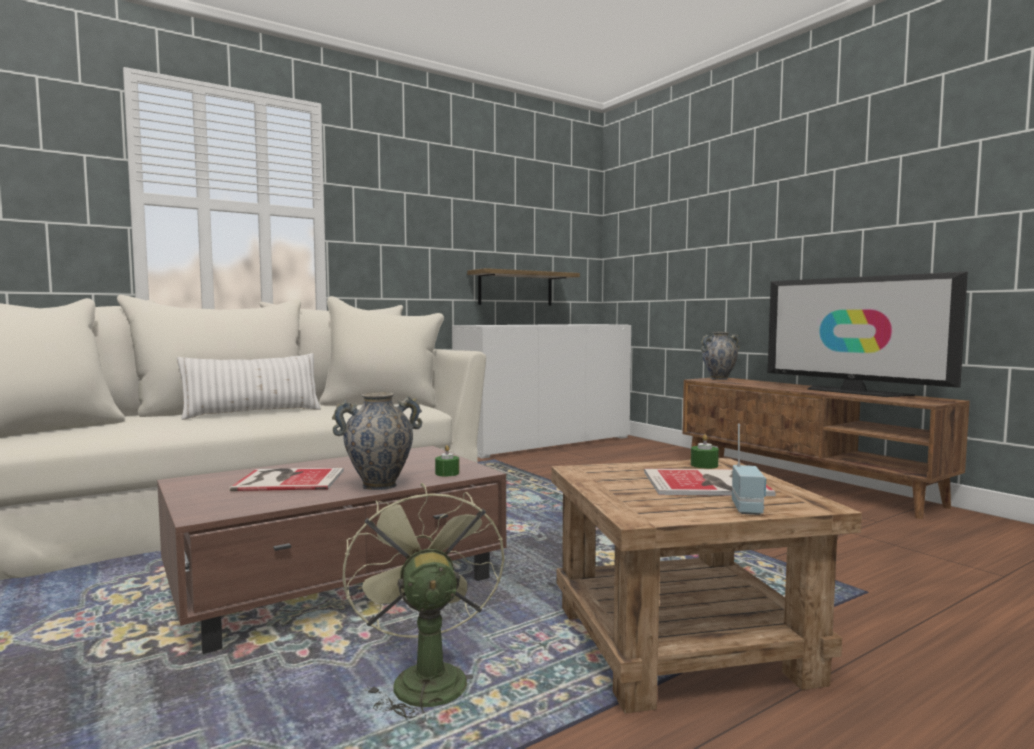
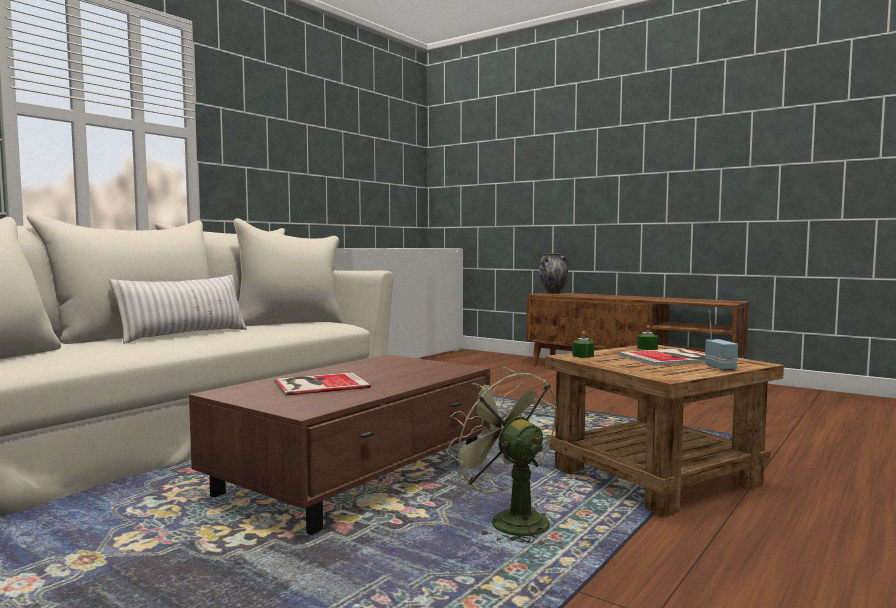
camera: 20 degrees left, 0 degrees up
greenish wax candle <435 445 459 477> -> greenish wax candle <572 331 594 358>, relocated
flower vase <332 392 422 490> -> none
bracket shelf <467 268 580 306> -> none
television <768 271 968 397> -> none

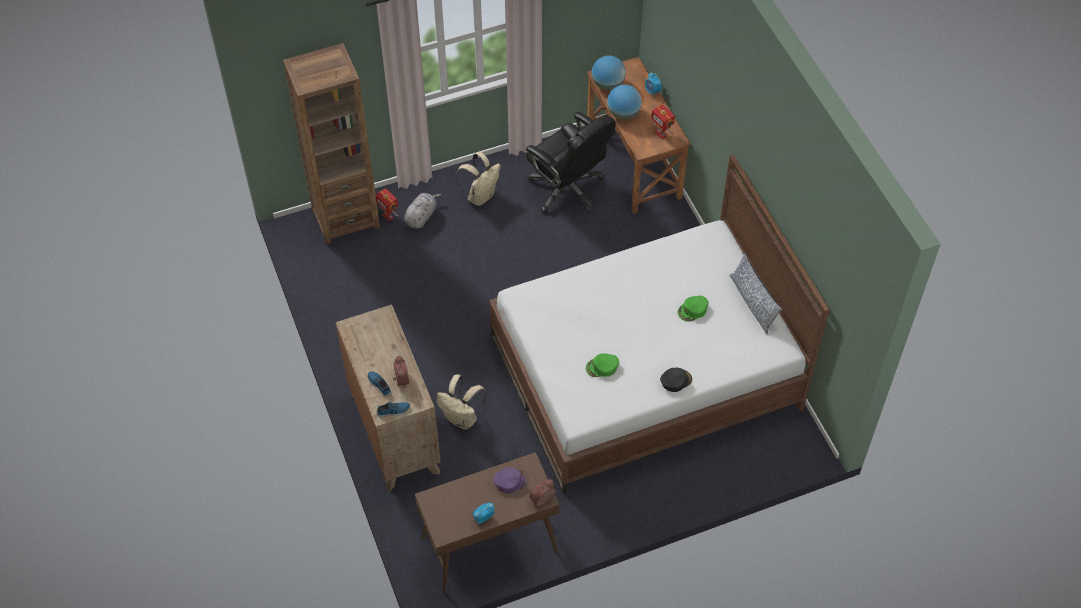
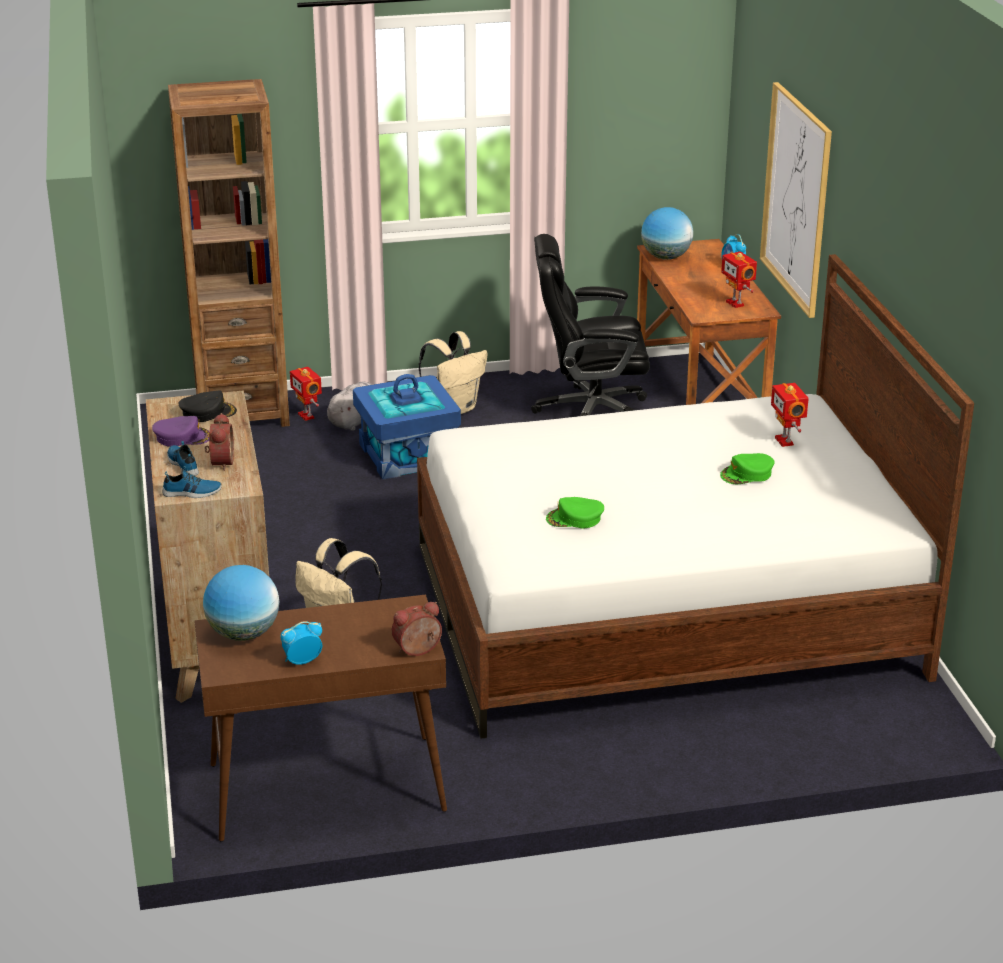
camera: 10 degrees right, 25 degrees down
purple baseball cap <493 467 529 493> -> purple baseball cap <152 416 210 447>, relocated
black baseball cap <660 368 692 392> -> black baseball cap <179 391 237 422>, relocated
desk globe <607 85 642 120> -> desk globe <203 565 279 641>, relocated
none -> blue-coloured storage box <353 374 461 480>
black office chair <526 112 616 213> -> black office chair <531 234 650 416>, 120 degrees clockwise
none -> picture <760 82 832 318>
none -> toy robot <771 383 809 447>
throw pillow <729 253 782 334> -> none

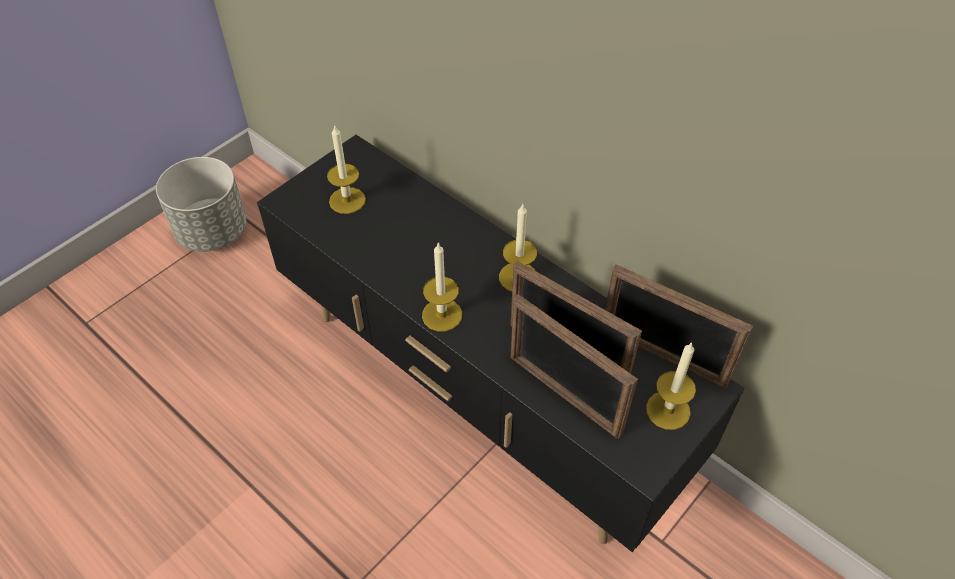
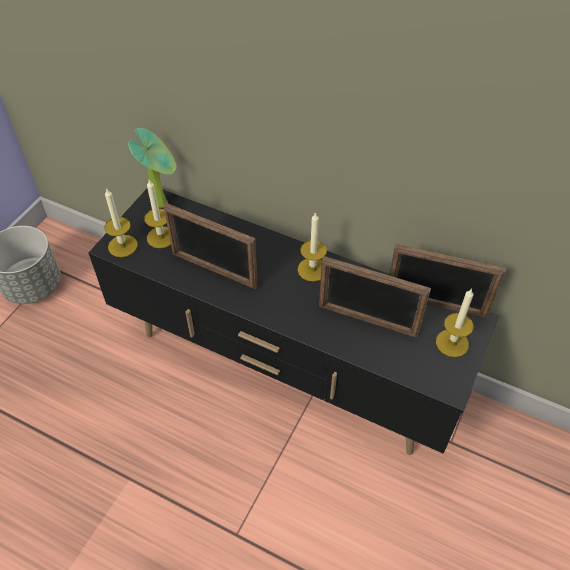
camera: 15 degrees left, 0 degrees up
wax candle <422 243 462 331> -> wax candle <104 189 138 257>, relocated
none -> plant in a pot <128 128 177 208>
picture frame <511 294 638 439> -> picture frame <163 203 258 289>, relocated

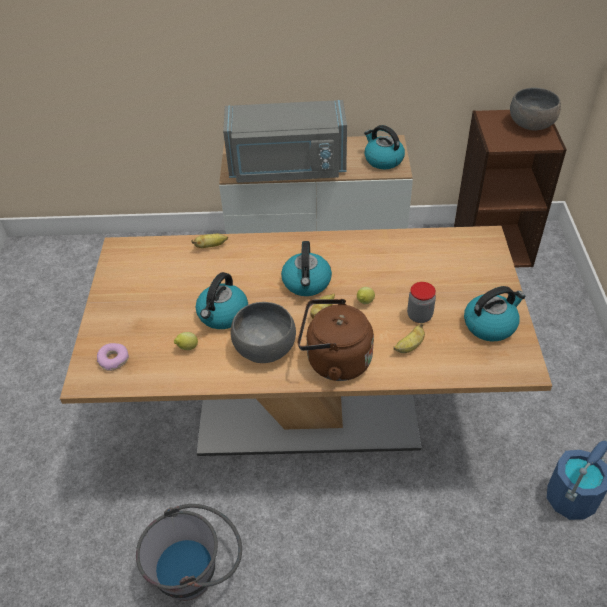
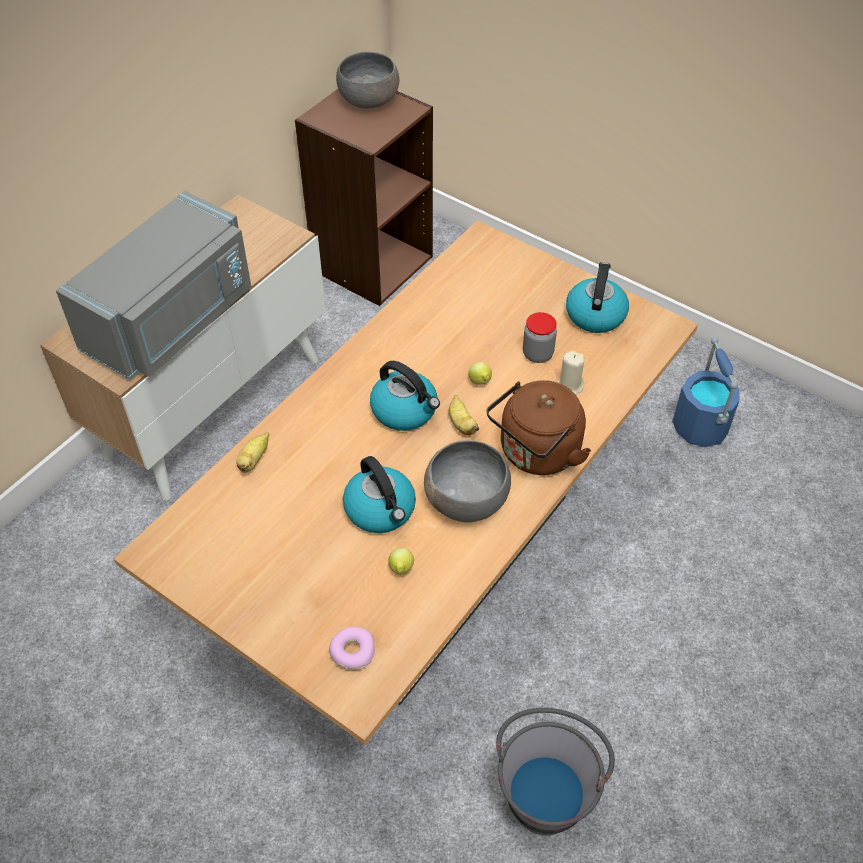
camera: 55 degrees left, 5 degrees up
banana <394 323 425 353> -> beige wax candle <557 351 584 396>
kettle <364 125 405 169> -> none

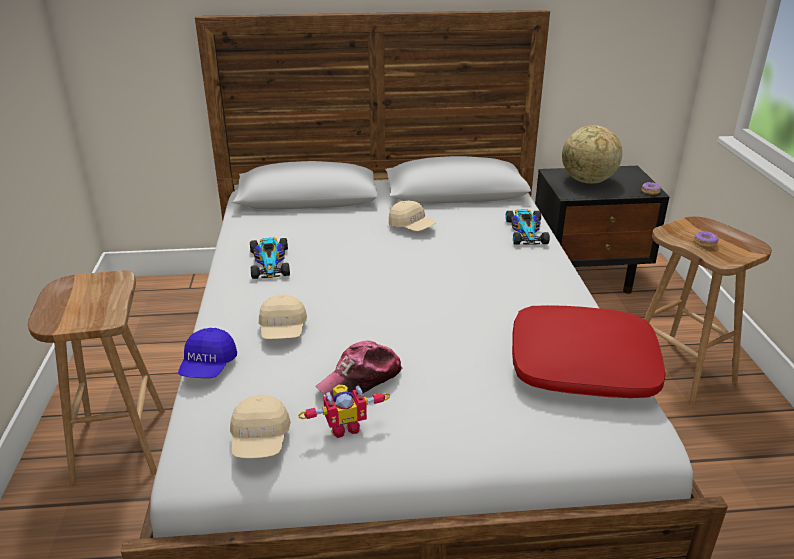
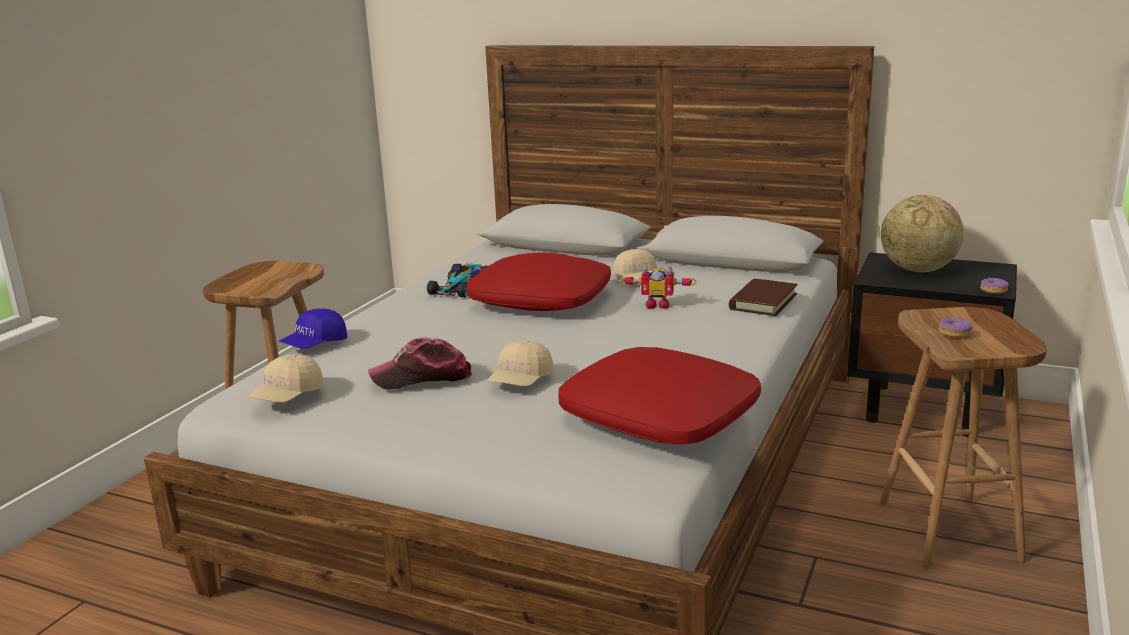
camera: 30 degrees right, 10 degrees down
none -> red throw pillow <466 252 611 311>
beige baseball cap <259 294 307 339> -> beige baseball cap <489 340 554 387>, relocated
toy robot <298 385 390 438> -> toy robot <619 266 696 309>, relocated
model car <506 210 550 245> -> brown-coloured bound book <729 279 798 316>

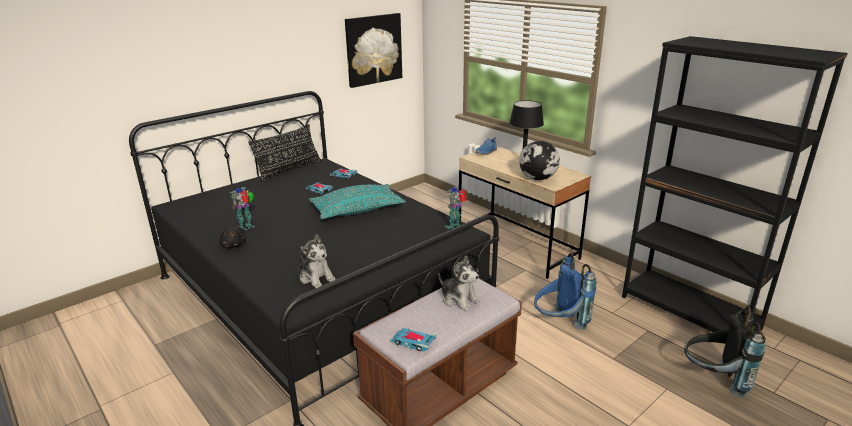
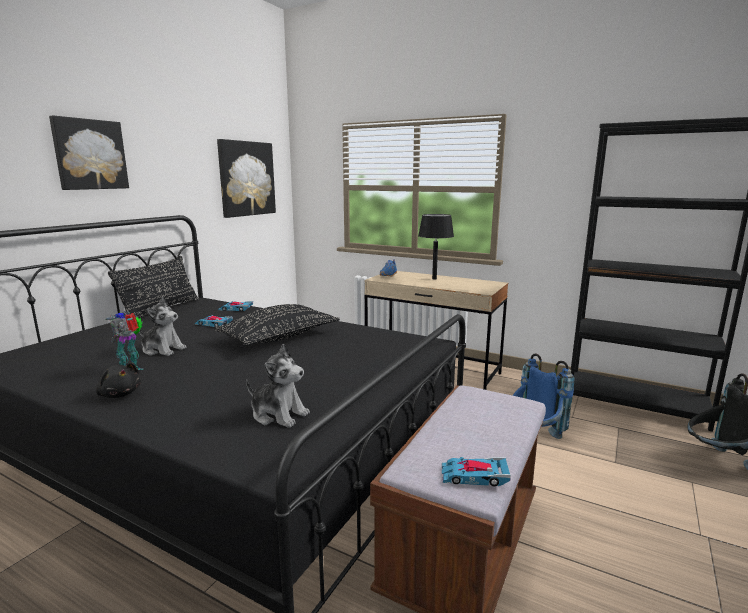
camera: 20 degrees left, 10 degrees down
none -> picture <49 115 129 190>
cuddly toy <438 256 481 311> -> cuddly toy <139 296 186 356>, relocated
blue-green throw pillow <309 184 406 219> -> black throw pillow <214 304 340 346>
toy robot <445 186 467 230> -> none
desk globe <519 141 560 180> -> none

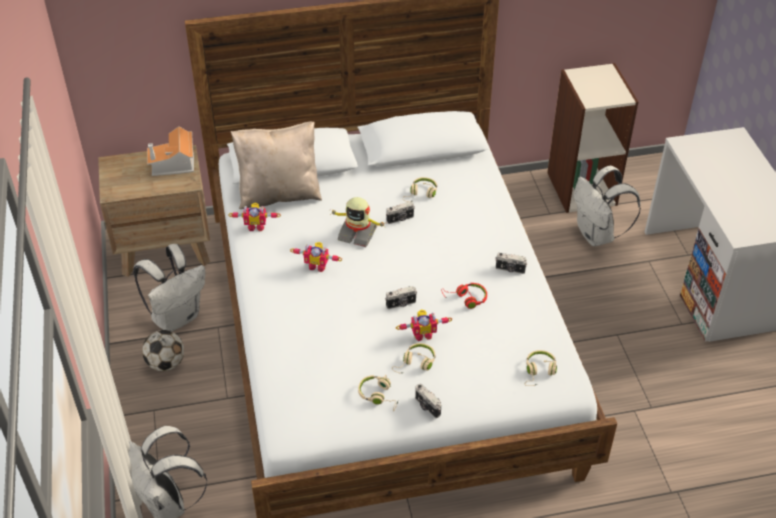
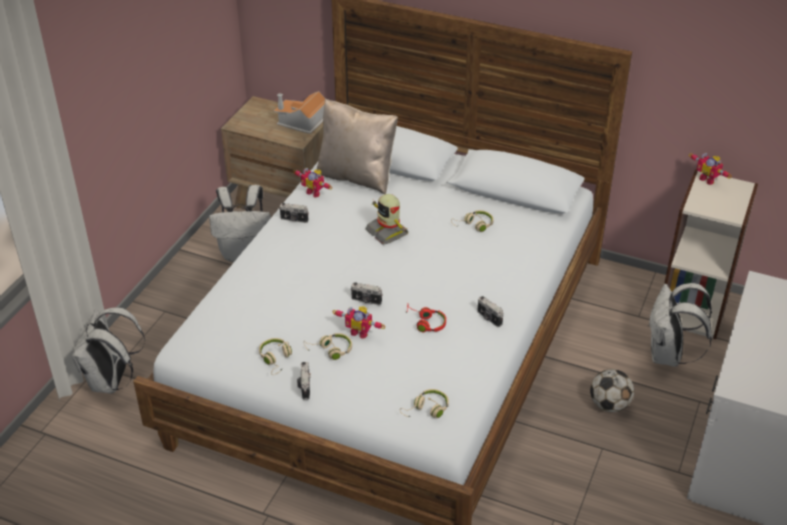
camera: 35 degrees right, 5 degrees down
photo camera <386 201 415 224> -> photo camera <279 203 309 223>, relocated
ball for football <142 330 184 371> -> ball for football <590 369 634 412>, relocated
toy robot <290 242 342 272> -> toy robot <689 153 732 185>, relocated

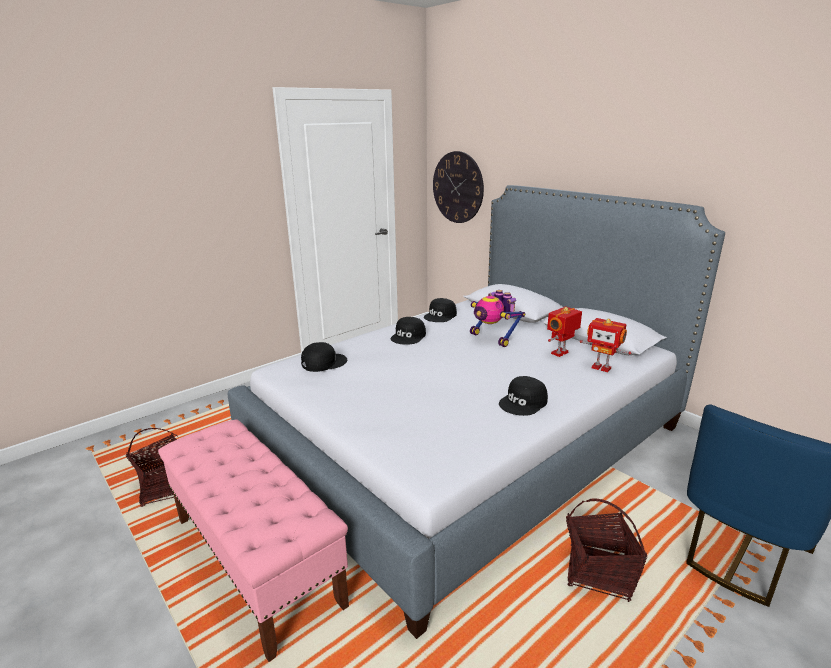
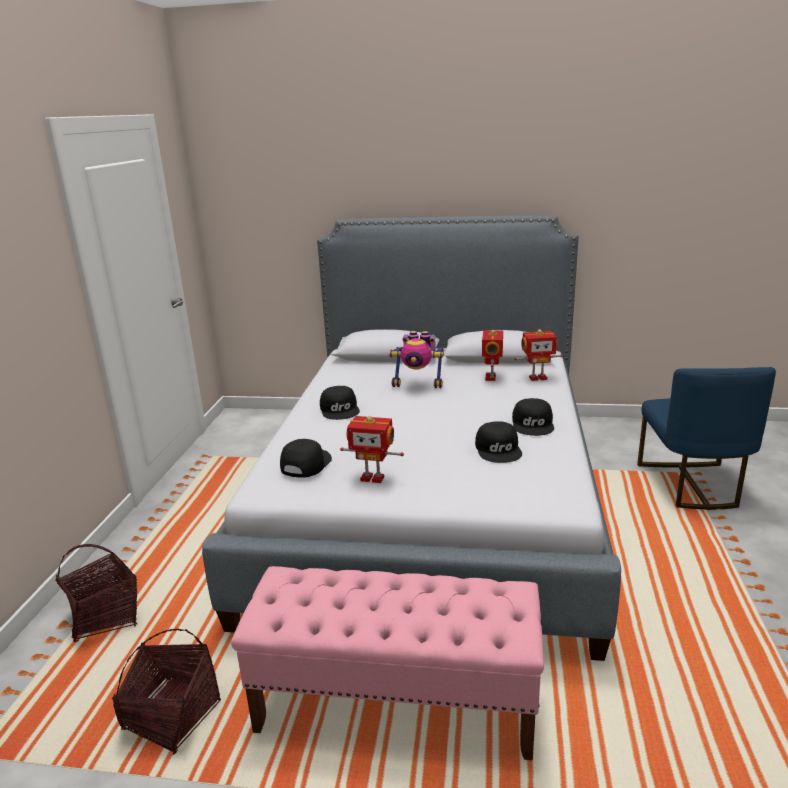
camera: 40 degrees left, 0 degrees up
basket <566 499 647 602> -> basket <55 544 137 642>, relocated
none -> toy robot <340 416 404 483>
black baseball cap <424 298 457 322> -> black baseball cap <475 421 522 463>, relocated
clock on the wall <433 151 484 223> -> none

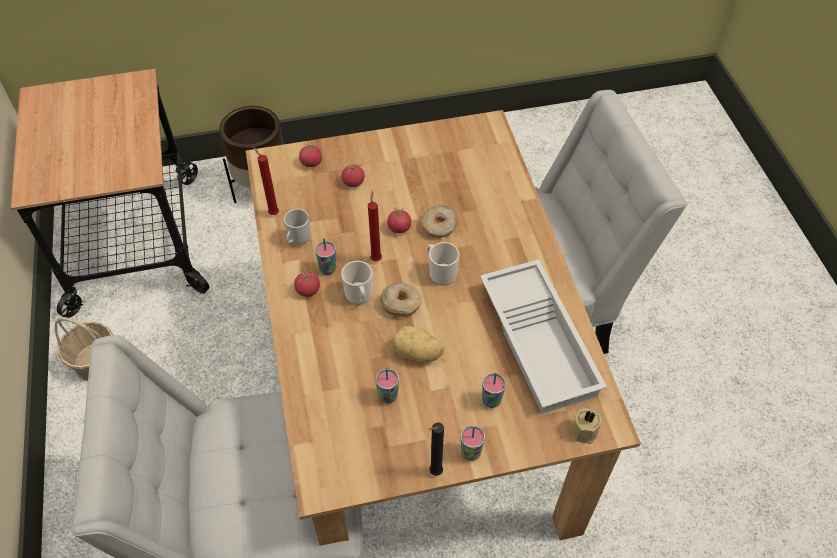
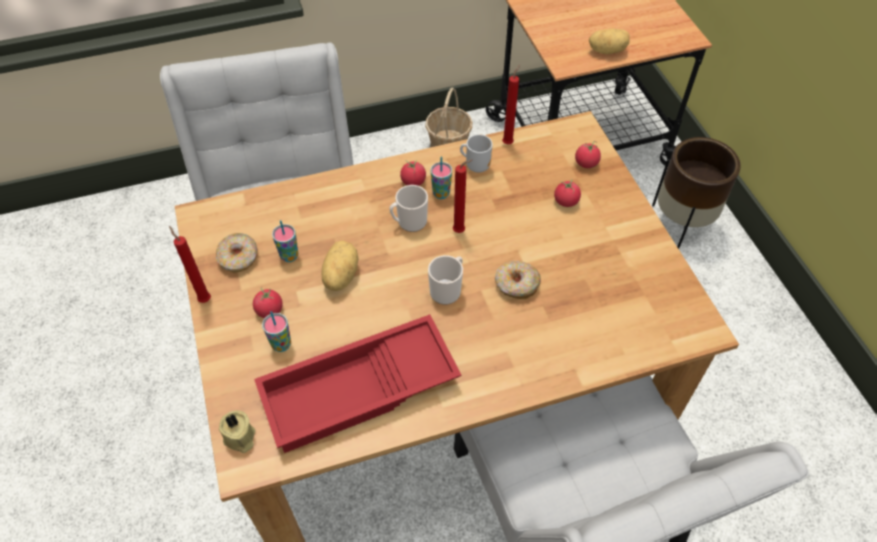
camera: 85 degrees right, 0 degrees up
black wax candle <428 422 444 476> -> red wax candle <169 226 211 303>
ring doughnut <380 283 422 317> -> ring doughnut <216 233 258 273>, relocated
tomato <387 207 411 233> -> tomato <253 286 283 318>, relocated
white-coloured carrying tray <480 259 607 414> -> red carrying tray <254 314 461 453>
none -> whole potato <589 29 630 54>
cup <461 425 485 461> -> none

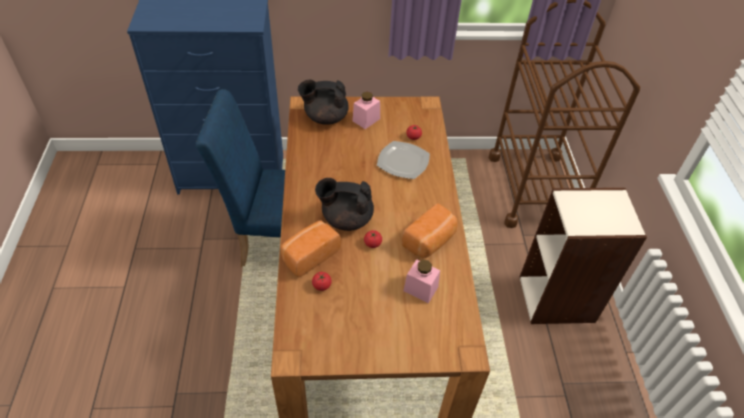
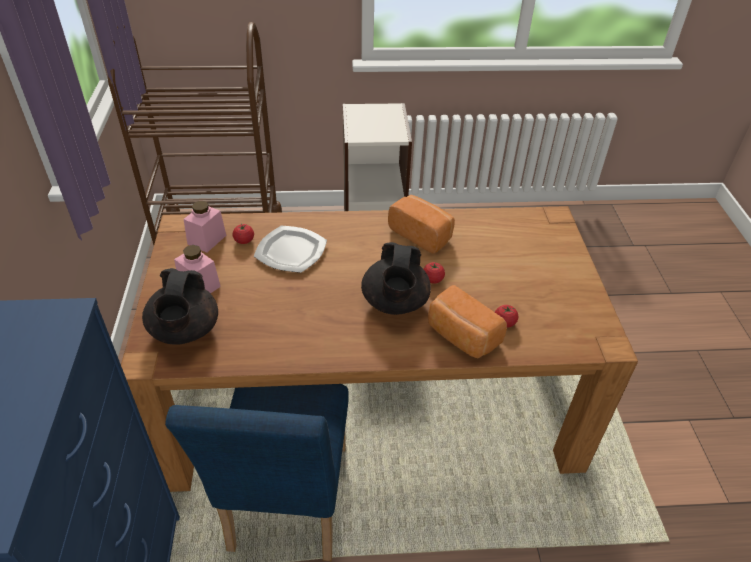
camera: 90 degrees left, 5 degrees down
pinkish jar <403 259 440 303> -> pinkish jar <183 201 226 253>, relocated

